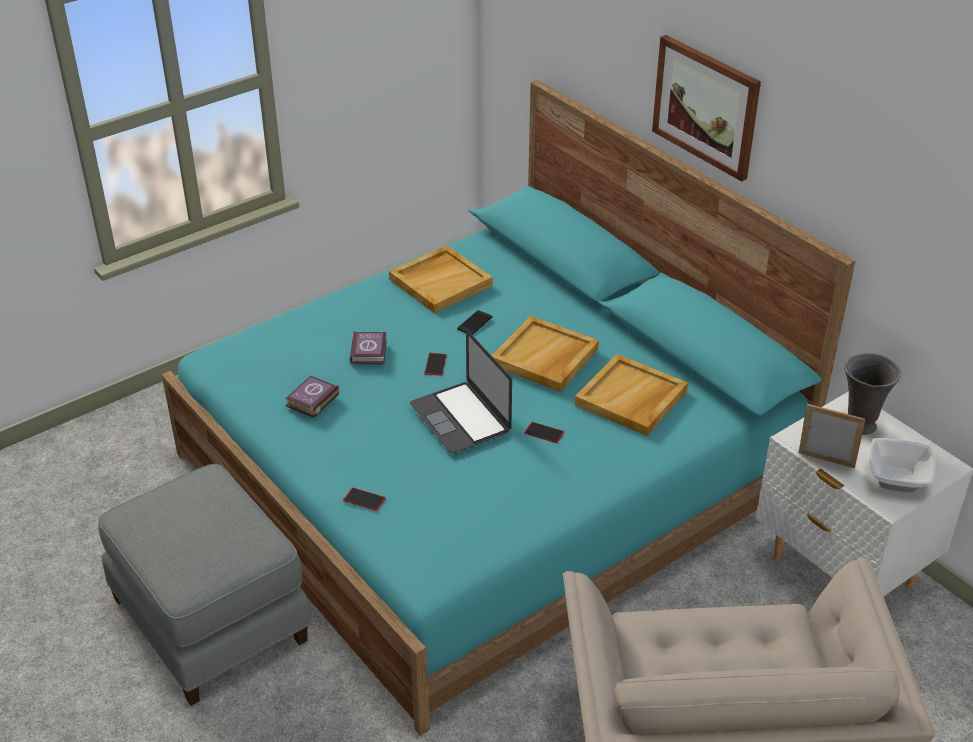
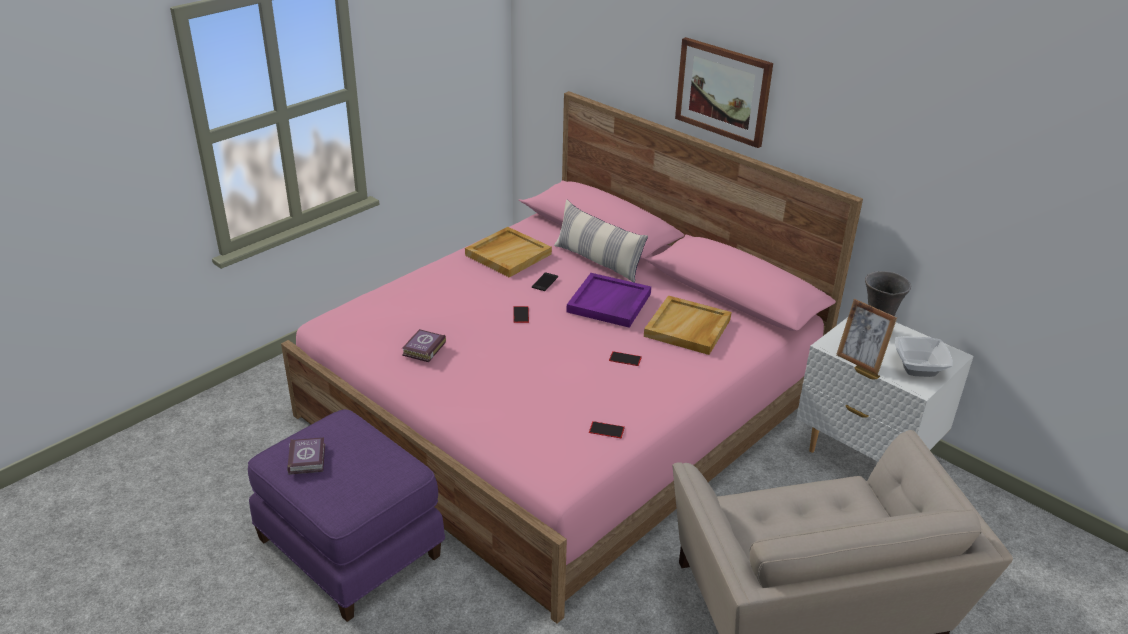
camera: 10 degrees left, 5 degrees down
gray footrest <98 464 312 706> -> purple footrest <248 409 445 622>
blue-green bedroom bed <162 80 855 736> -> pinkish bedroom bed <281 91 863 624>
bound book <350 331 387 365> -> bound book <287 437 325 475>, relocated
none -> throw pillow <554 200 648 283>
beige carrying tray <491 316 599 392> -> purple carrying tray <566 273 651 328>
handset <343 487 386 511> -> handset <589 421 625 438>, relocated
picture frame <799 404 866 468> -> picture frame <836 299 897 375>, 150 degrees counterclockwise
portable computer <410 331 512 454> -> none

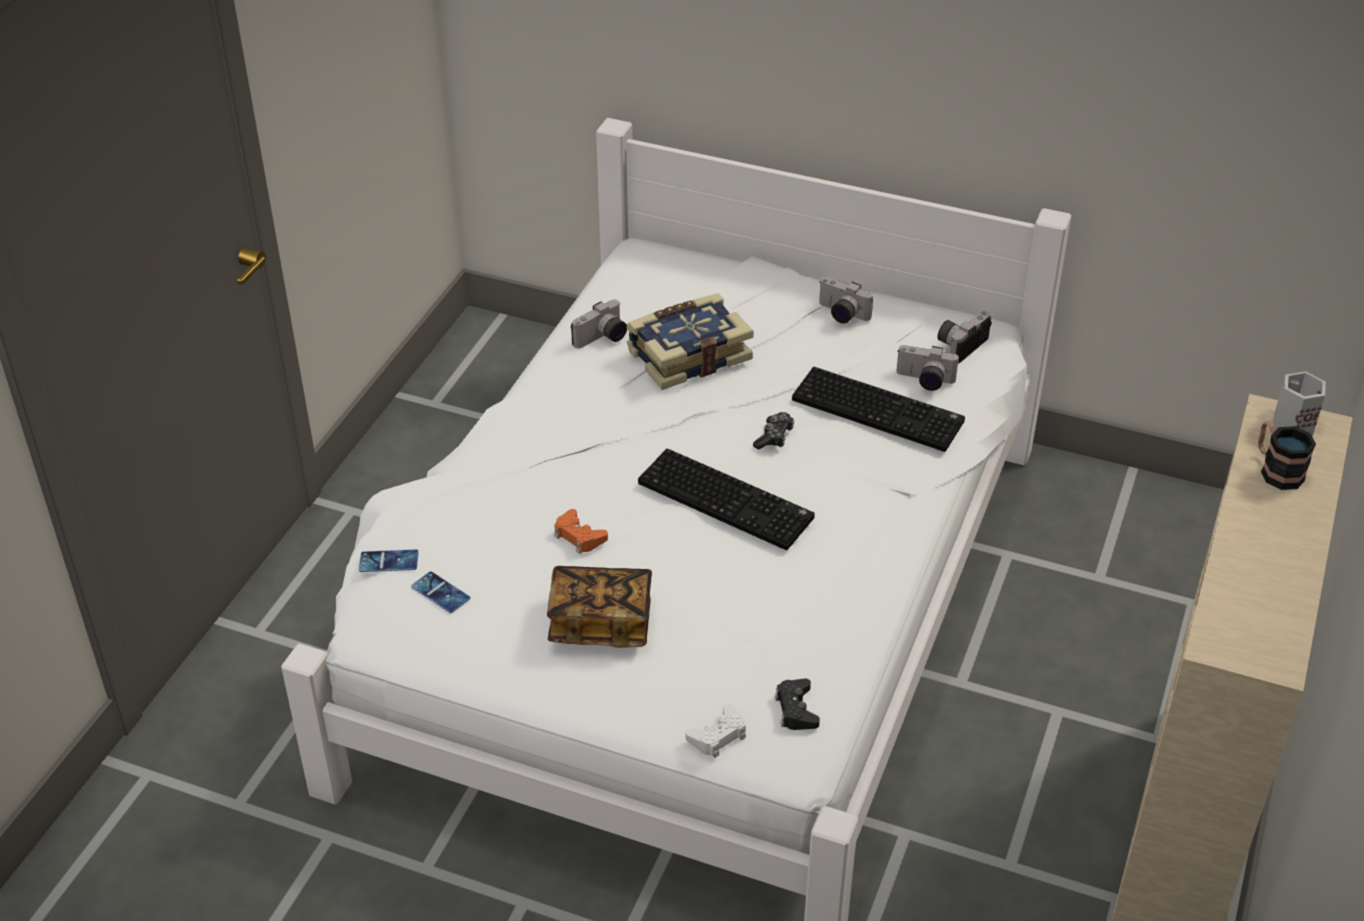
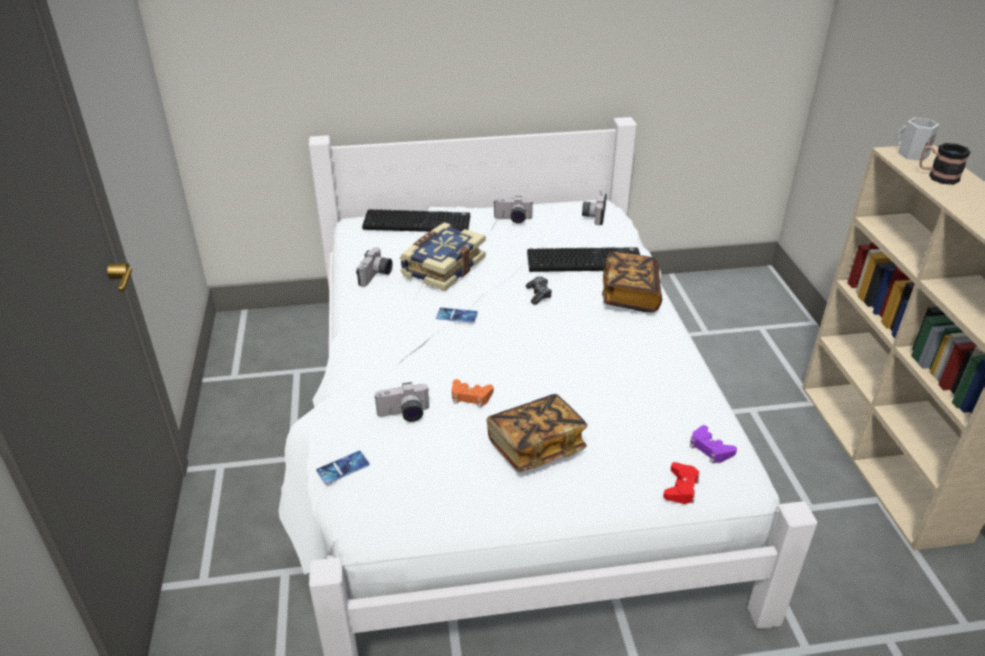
camera: 30 degrees left, 5 degrees down
keyboard <638 449 815 550> -> keyboard <362 209 470 232>, relocated
photo camera <896 345 959 391> -> photo camera <374 382 430 422>, relocated
handset <411 572 470 613> -> handset <436 308 478 323>, relocated
none -> bound book <602 252 662 312>
white-coloured game controller <686 704 746 758> -> red game controller <663 462 700 504>
black game controller <775 678 820 730> -> purple game controller <689 425 737 464>

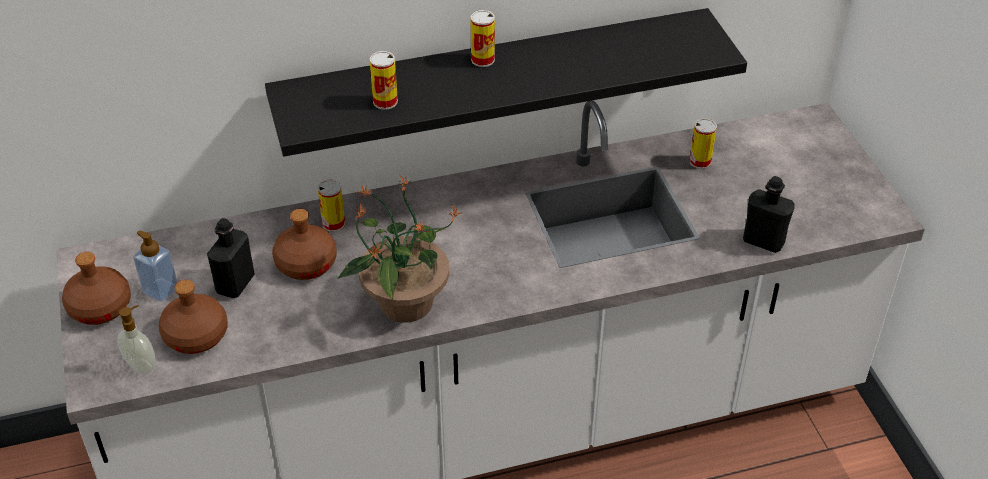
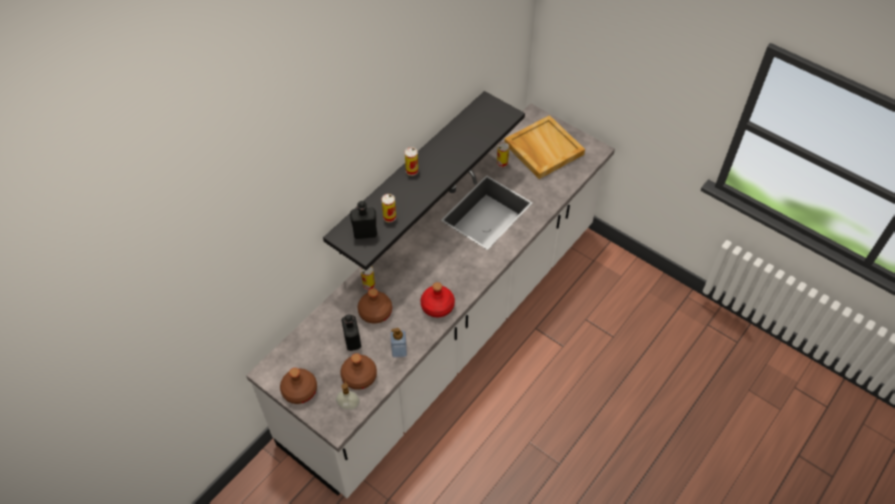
camera: 35 degrees left, 10 degrees up
black drink bottle <743 176 795 253> -> black drink bottle <350 201 377 239>, relocated
soap bottle <133 230 177 302> -> soap bottle <390 328 407 358>, relocated
plant in a pot <337 176 461 323> -> red drink bottle <420 282 455 317>
none -> beige carrying tray <504 115 585 179>

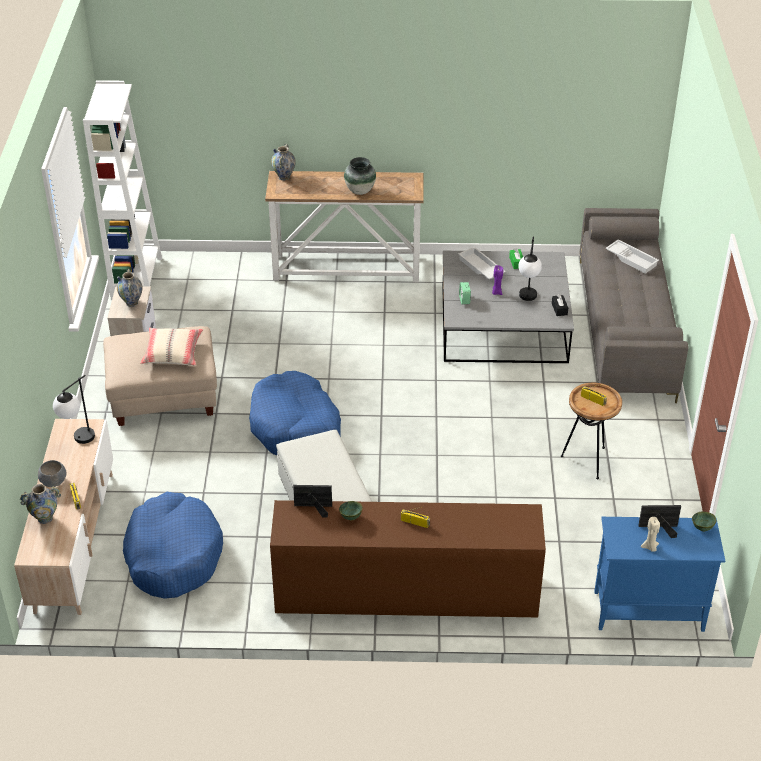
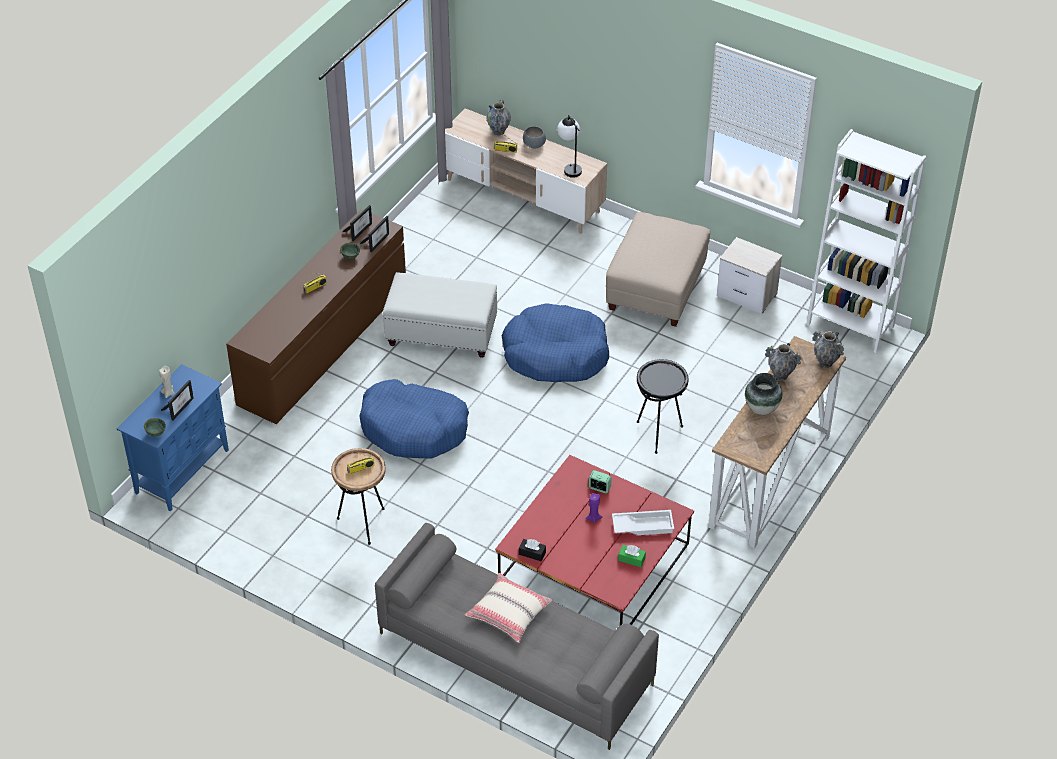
camera: 120 degrees right, 5 degrees up
none -> picture frame <343 205 372 241>
blue-coloured pet bed <123 492 223 599> -> blue-coloured pet bed <359 379 469 458>, relocated
beige throw pillow <140 328 203 366> -> beige throw pillow <465 573 552 643>, relocated
gray lounge table <442 251 574 363> -> red lounge table <495 455 694 625>
none -> black accent table <637 359 688 454>
flower vase <117 268 143 307> -> flower vase <765 343 802 380>, relocated
tabletop lamp <518 237 542 301> -> none
white-coloured carrying tray <606 239 659 274> -> none

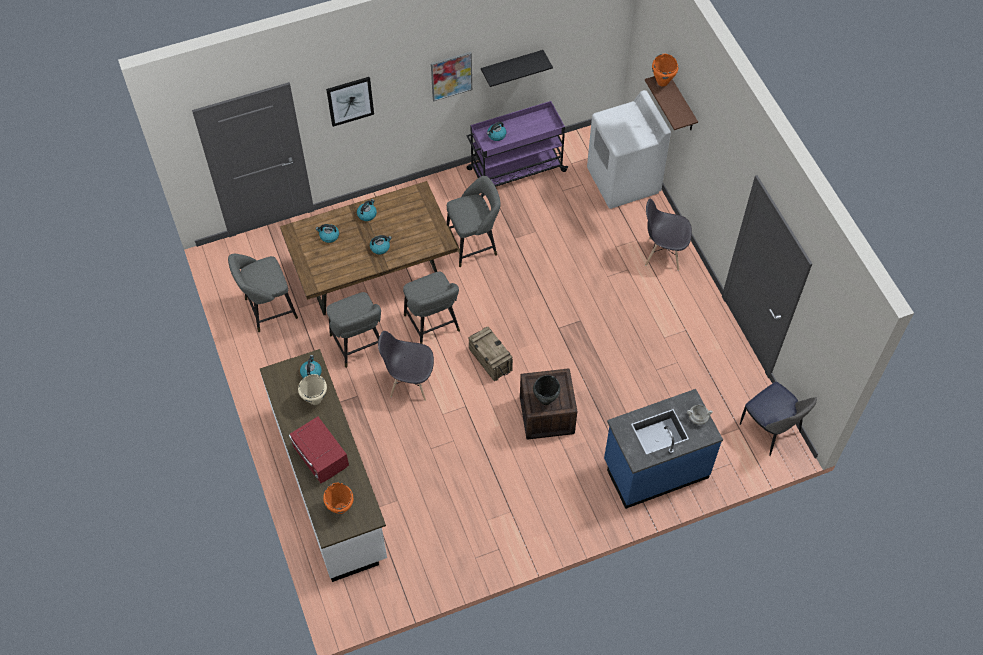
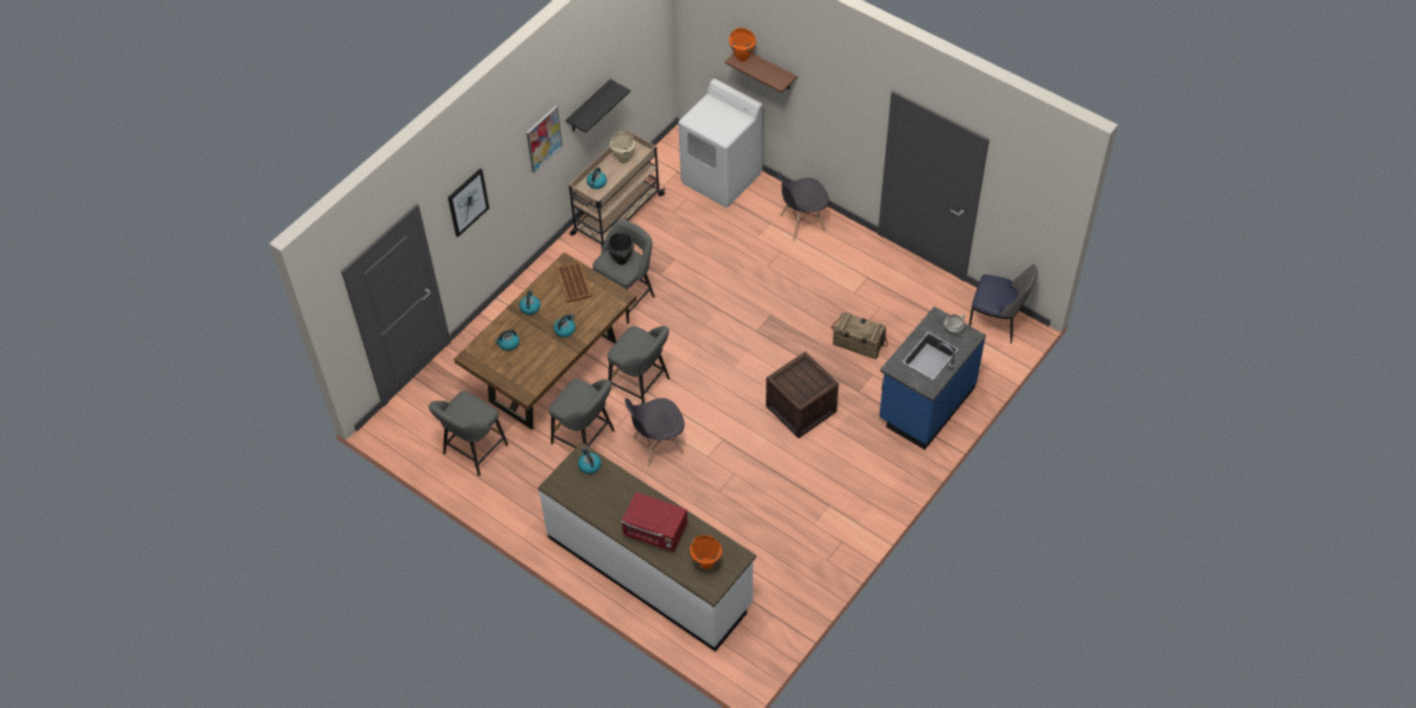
camera: 30 degrees left, 5 degrees down
none -> brown-coloured carrying tray <556 261 592 303>
purple trolley <467 101 568 197> -> beige trolley <569 130 666 248>
black saucepot <533 375 560 405> -> black saucepot <607 232 634 265>, relocated
beige saucepot <298 374 327 405> -> beige saucepot <610 131 635 163>, relocated
packing crate <469 327 513 381> -> packing crate <831 312 888 359>, relocated

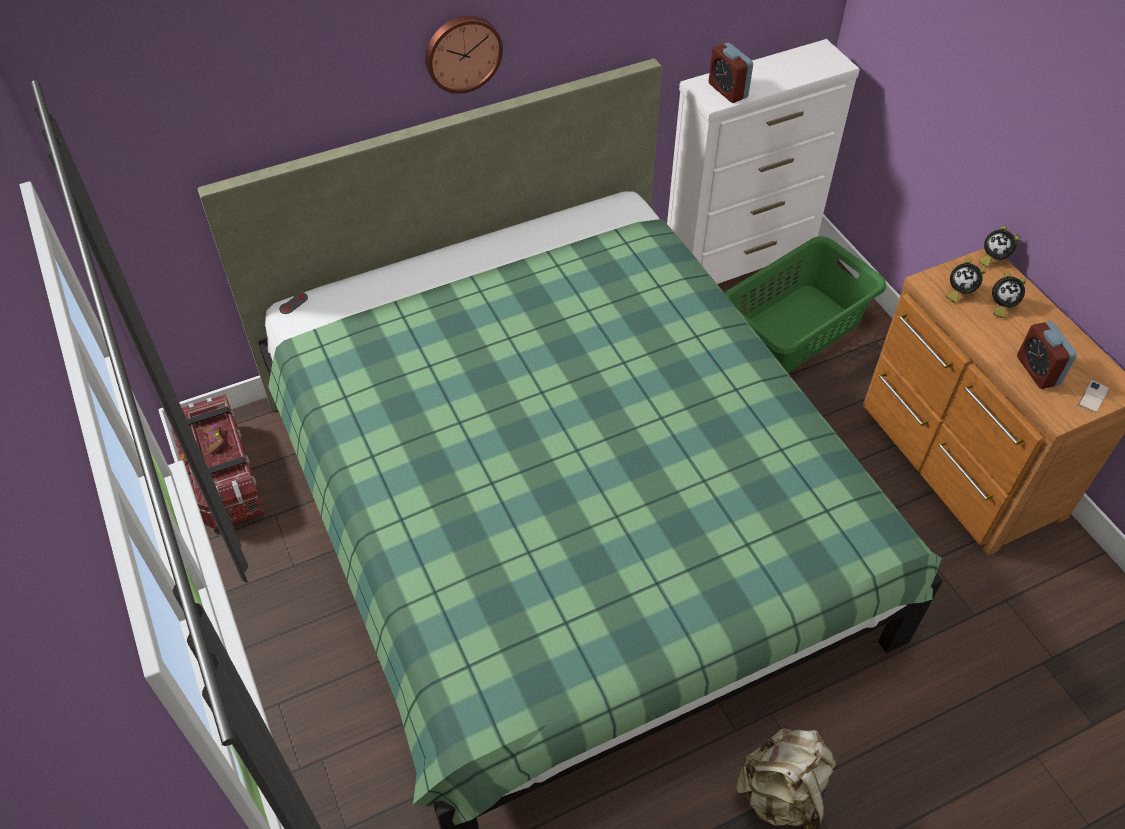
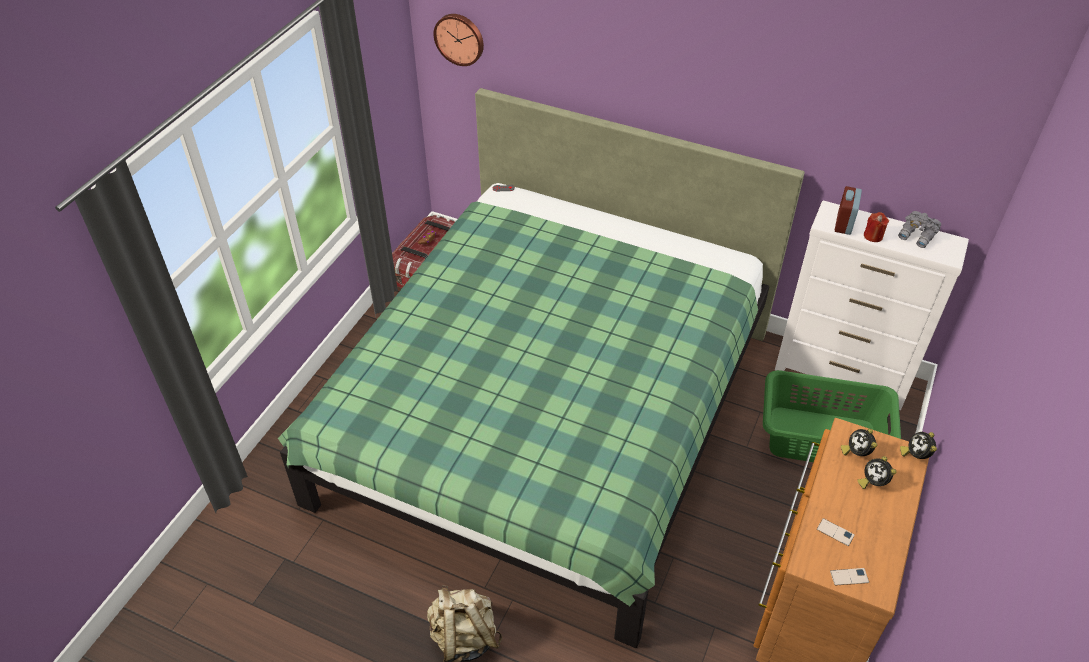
camera: 50 degrees right, 5 degrees down
clock on the wall <425 16 503 94> -> clock on the wall <433 14 484 66>, relocated
alarm clock <1017 321 1077 389> -> handset <817 518 855 546>
none -> red wax candle <864 212 889 242>
none -> gray field glasses <898 211 941 248>

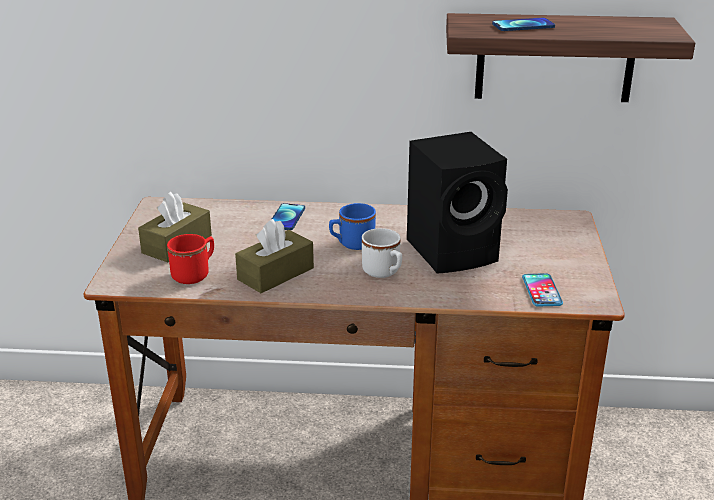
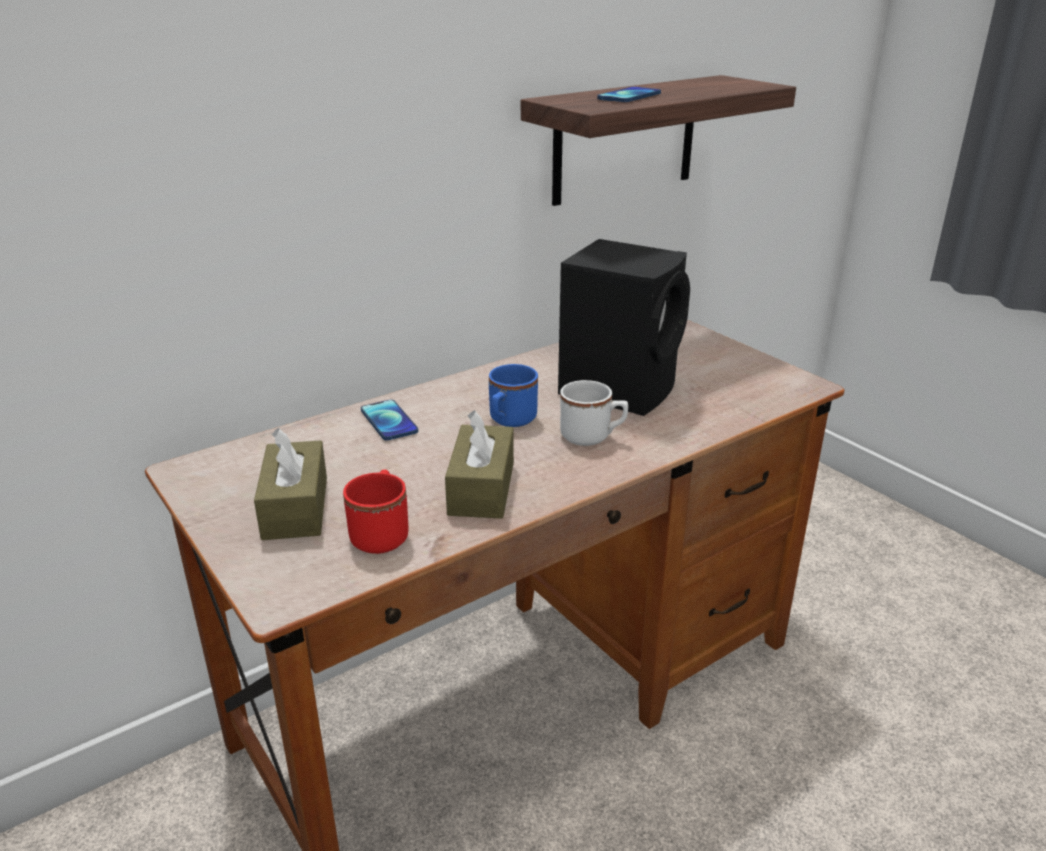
camera: 40 degrees left, 0 degrees up
handset <522 273 563 307> -> none

